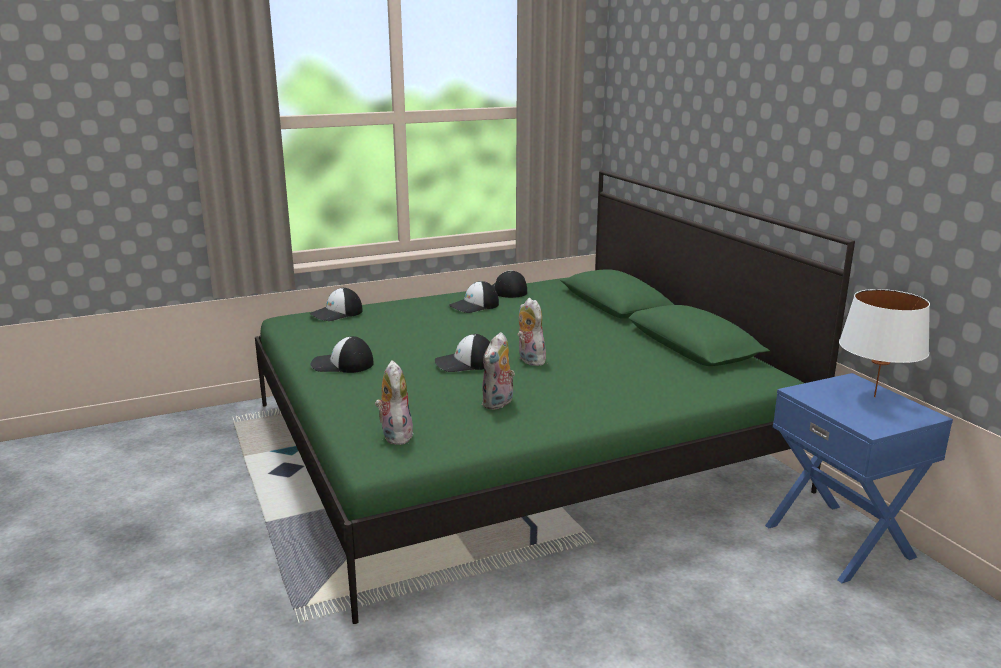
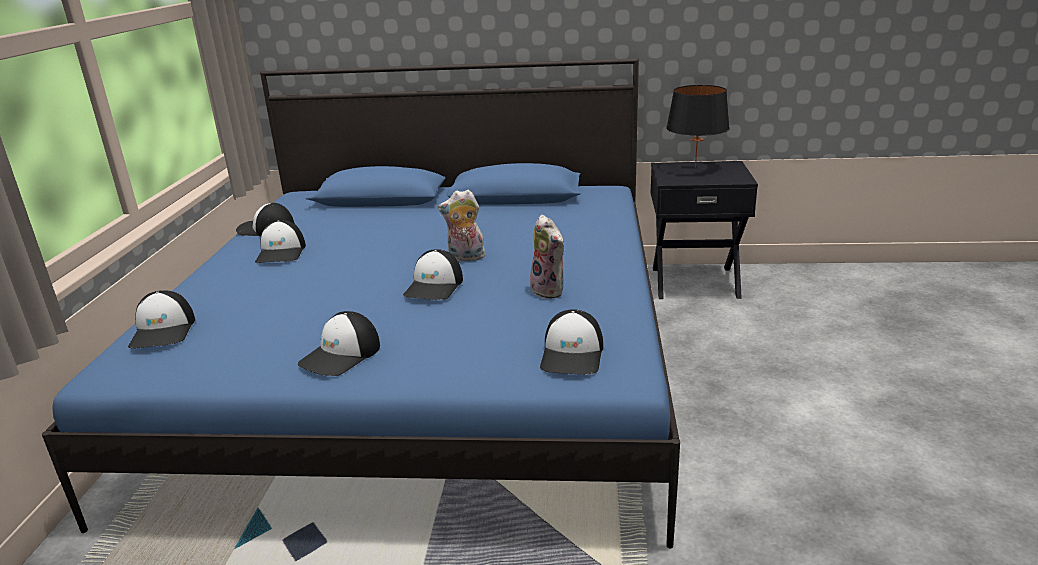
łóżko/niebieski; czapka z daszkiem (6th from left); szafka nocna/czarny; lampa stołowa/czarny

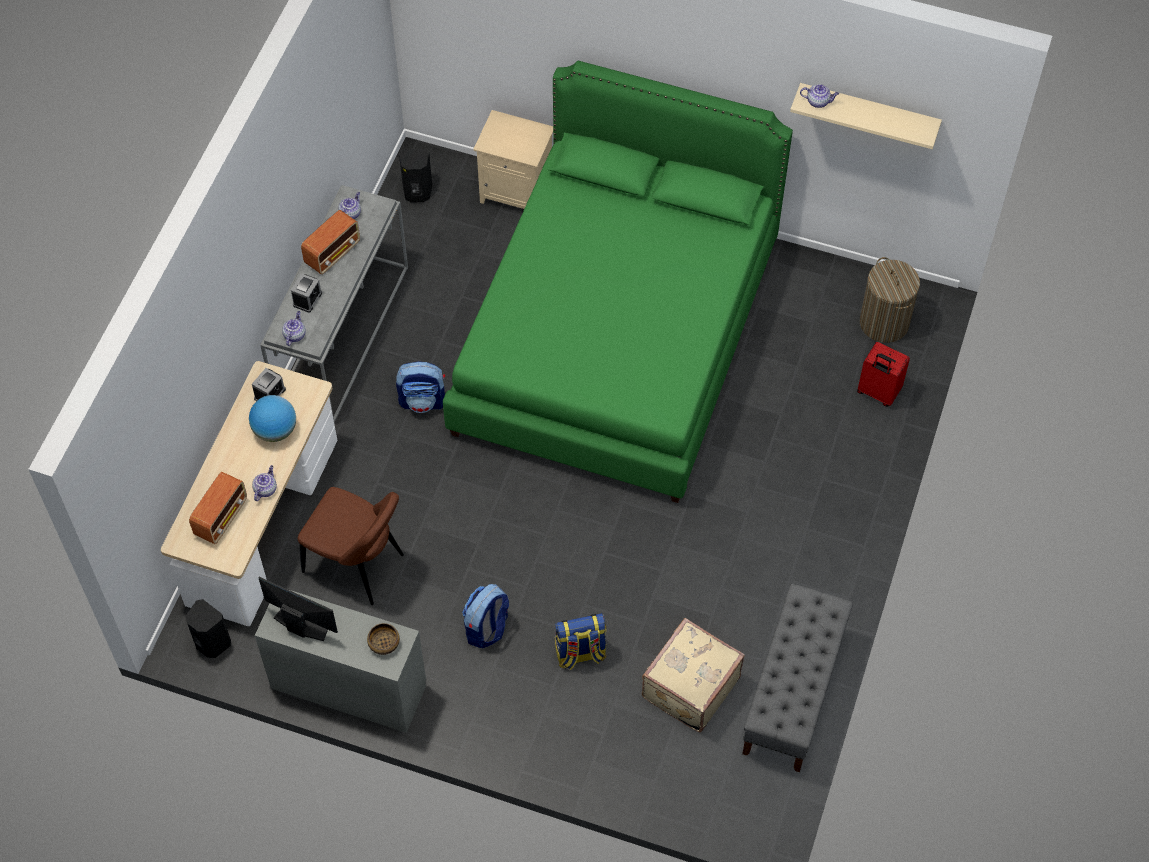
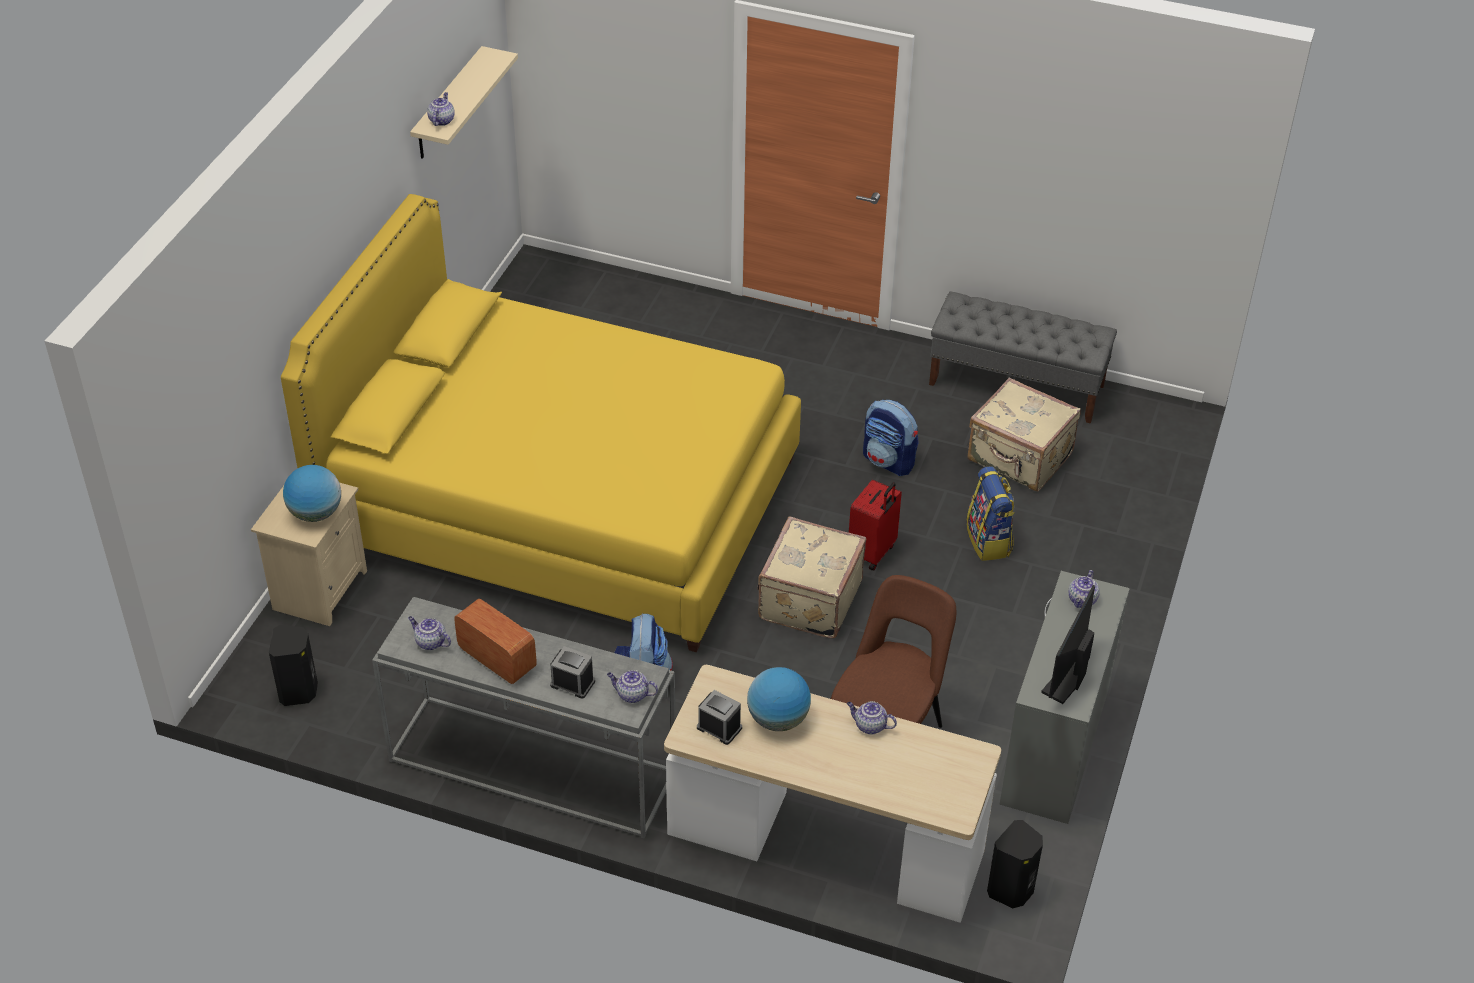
łóżko/żółty; globus (1st from left); walizka/beżowy (1st from left); walizka/czerwony; plecak (2nd from left); imbryk (5th from left); radio (1st from left in the first image); kosz na pranie

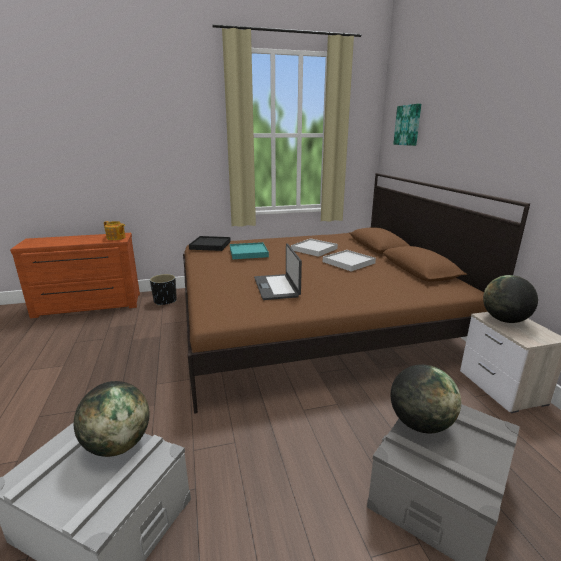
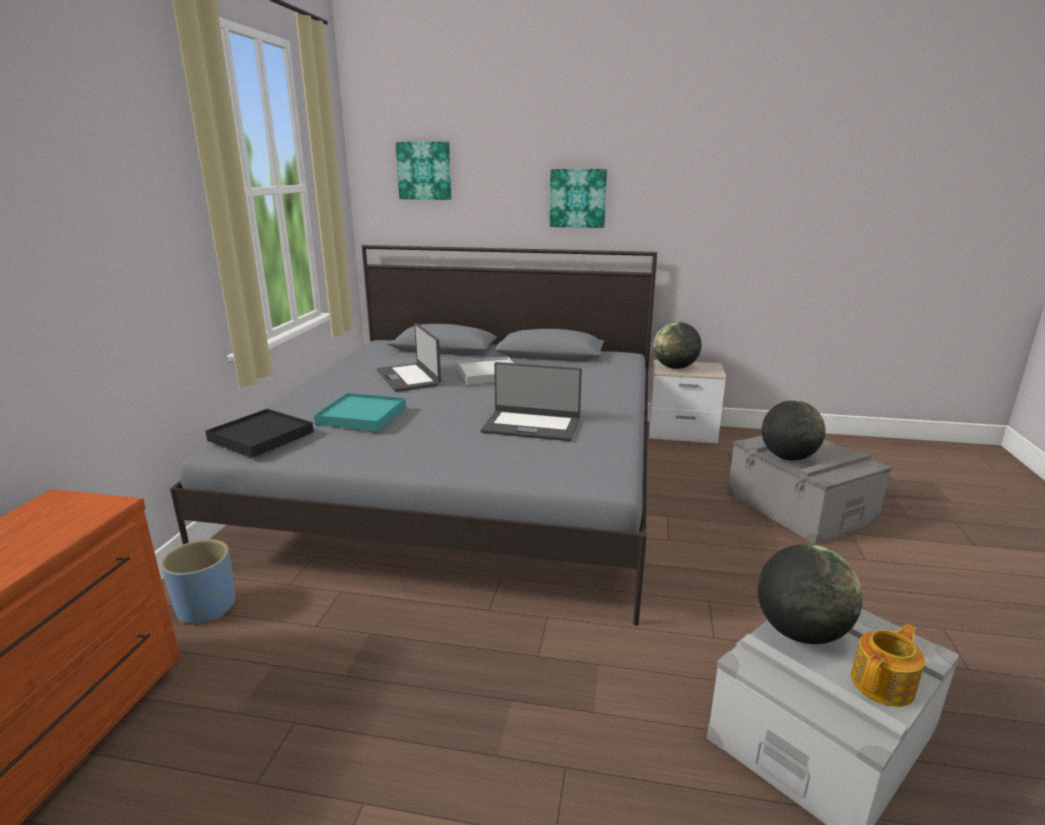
donica/niebieski; łóżko/szary; laptop (1st from left); obraz (2nd from left); imbryk

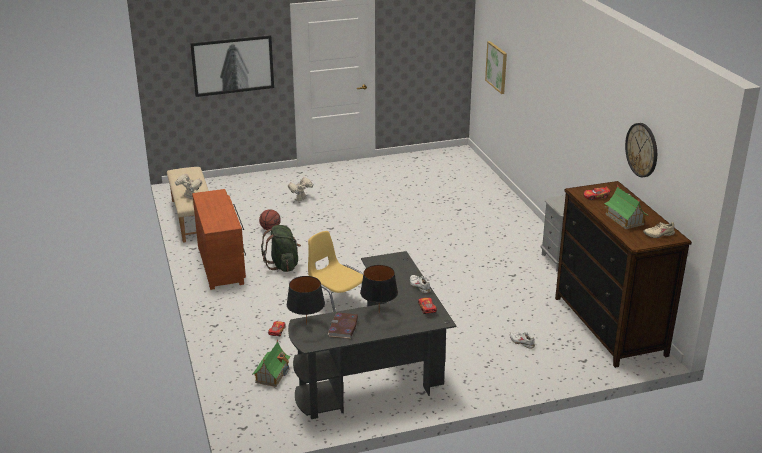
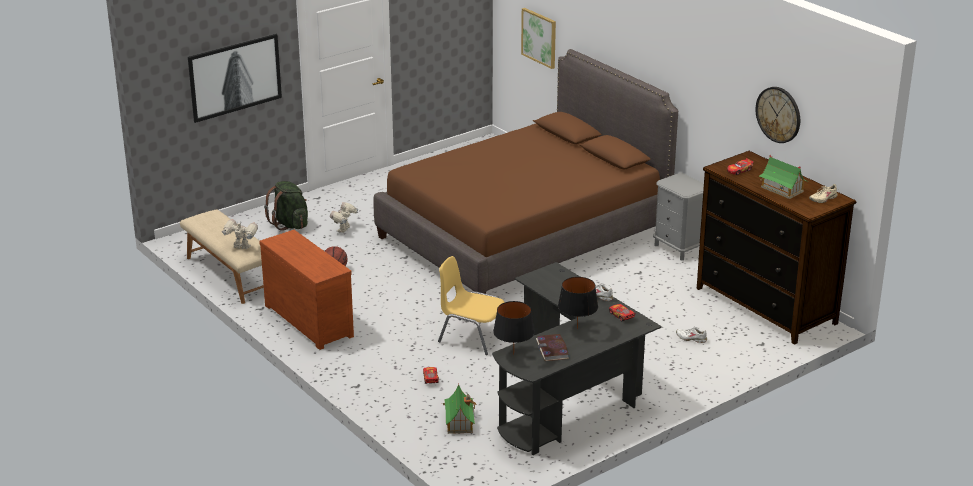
plecak/zielony; łóżko/brązowy

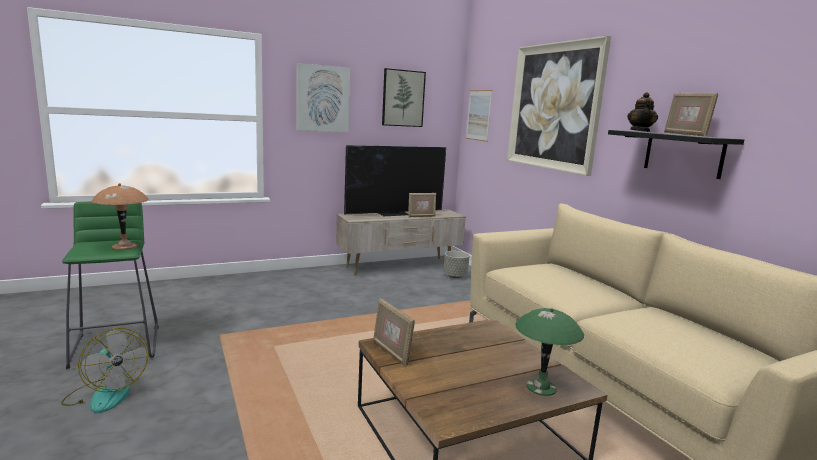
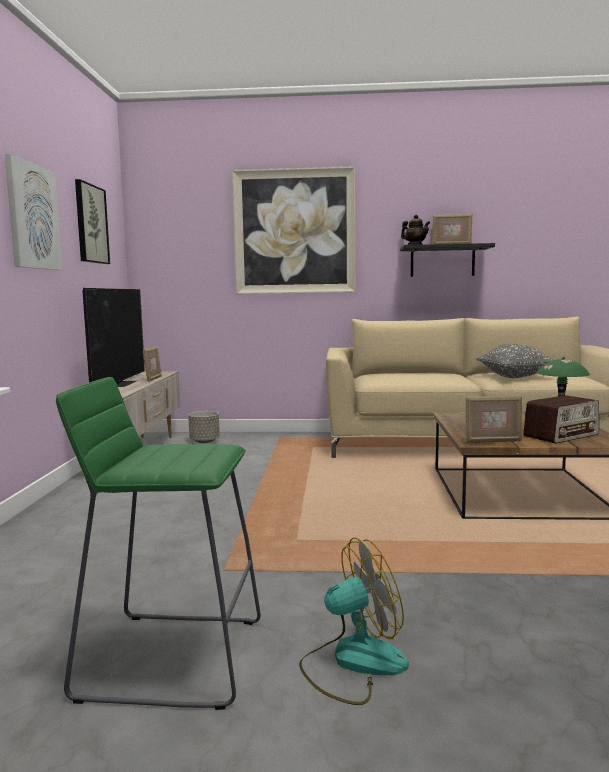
poduszka/szary; radio; lampa stołowa/brązowy; obraz (3rd from left in the first image)

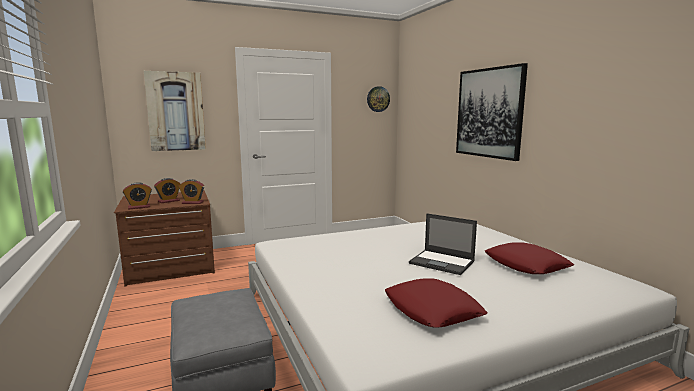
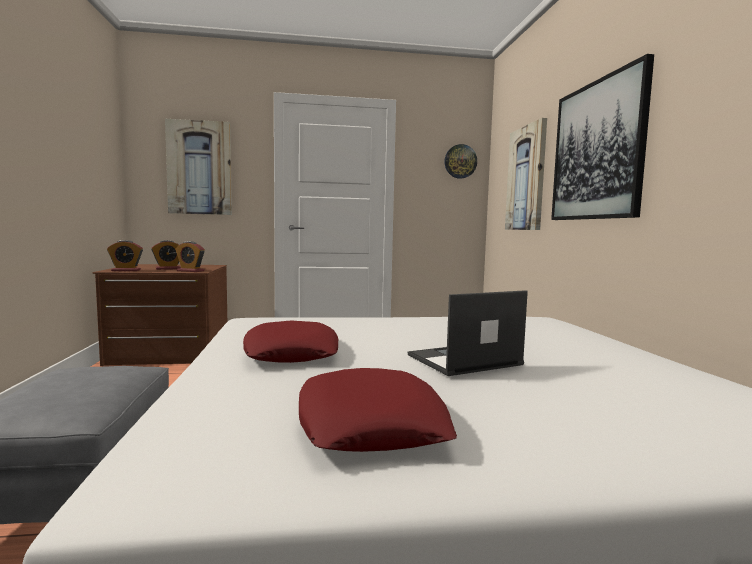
poduszka/czerwony (1st from left); laptop; obraz (2nd from left)

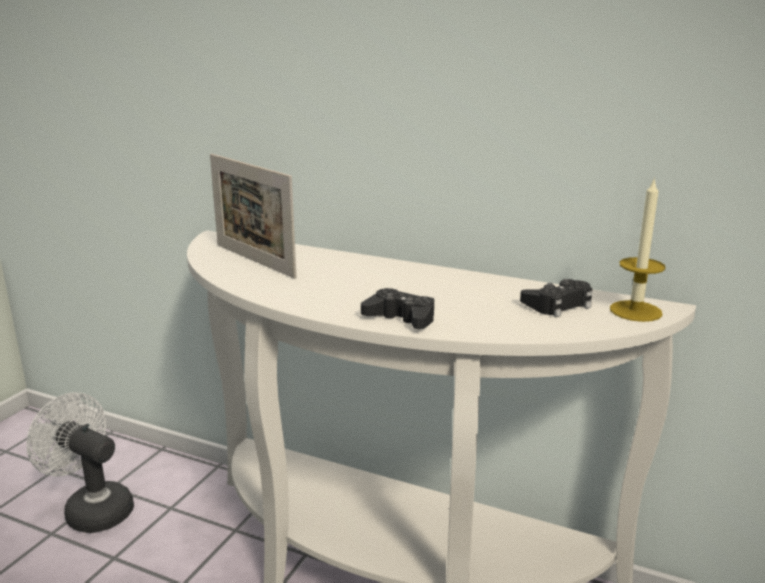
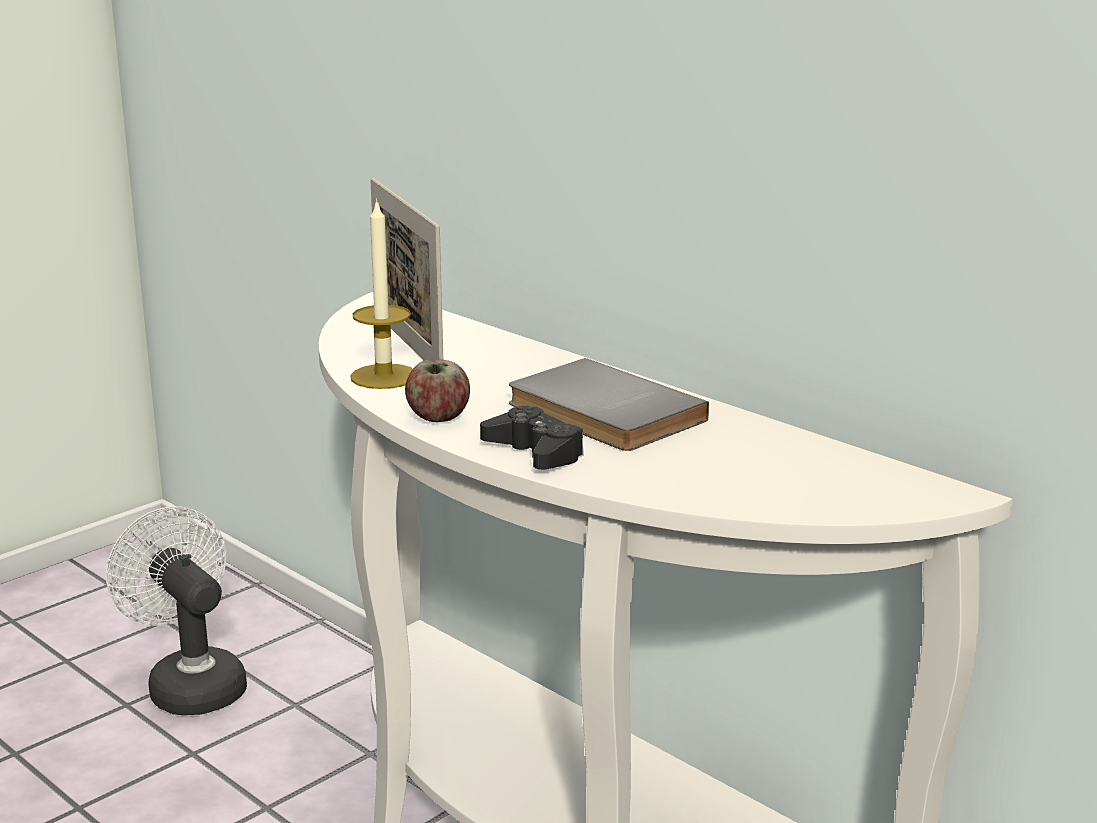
świeca; jabłko; książka/szary; pad do gier/czarny (2nd from left in the first image)

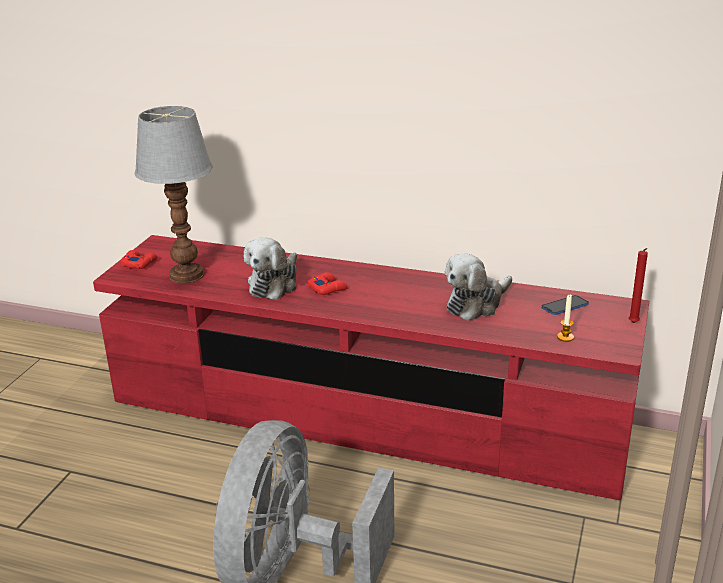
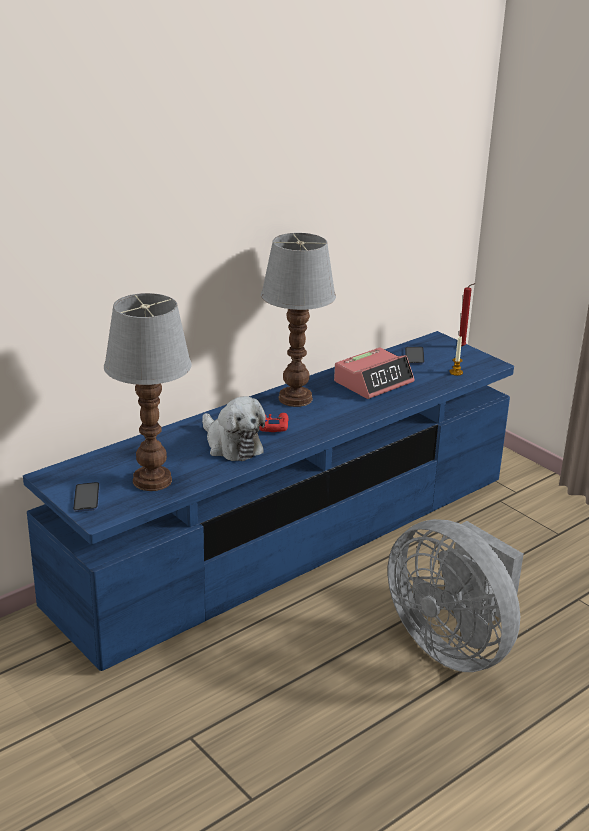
szafka pod telewizor/niebieski; telefon (1st from left); lampa stołowa (2nd from left); budzik

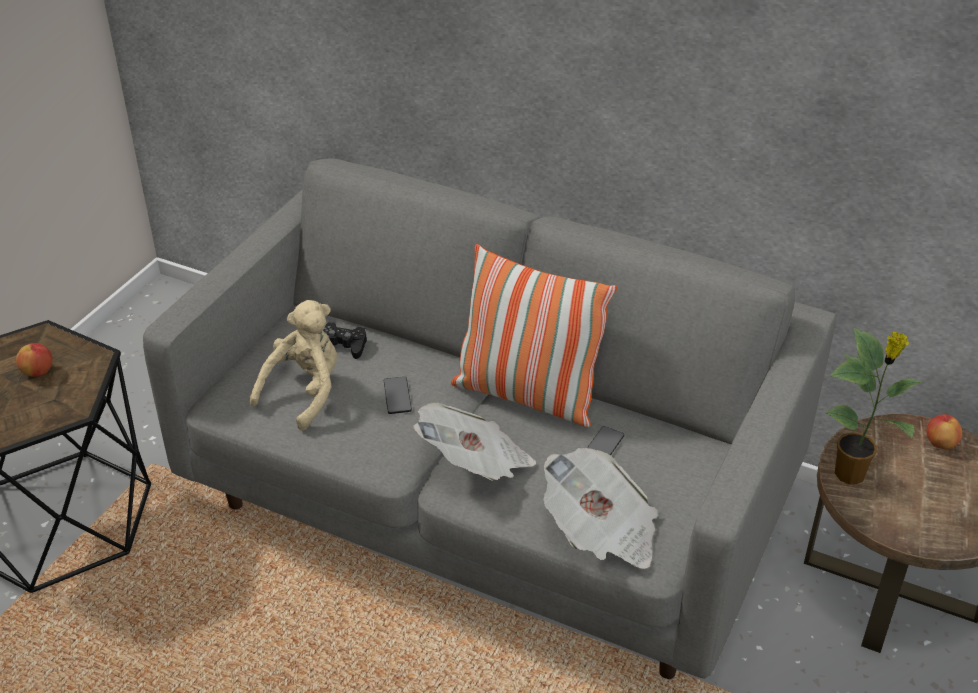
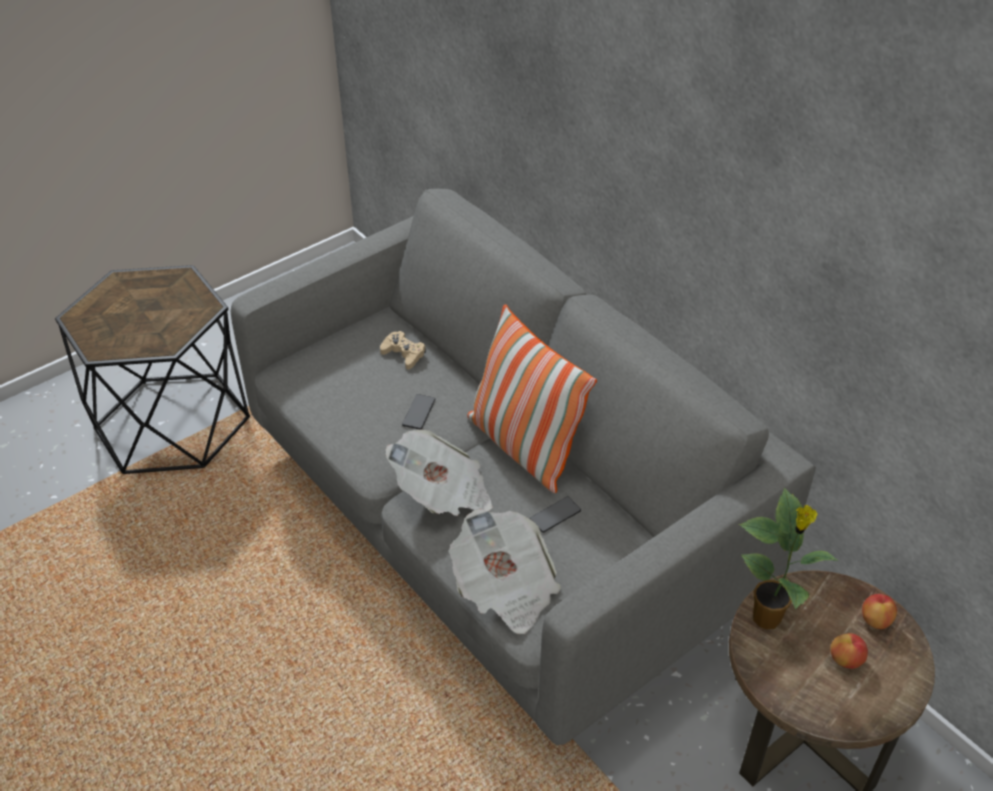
pad do gier/beżowy; jabłko (1st from left); pluszak/beżowy

